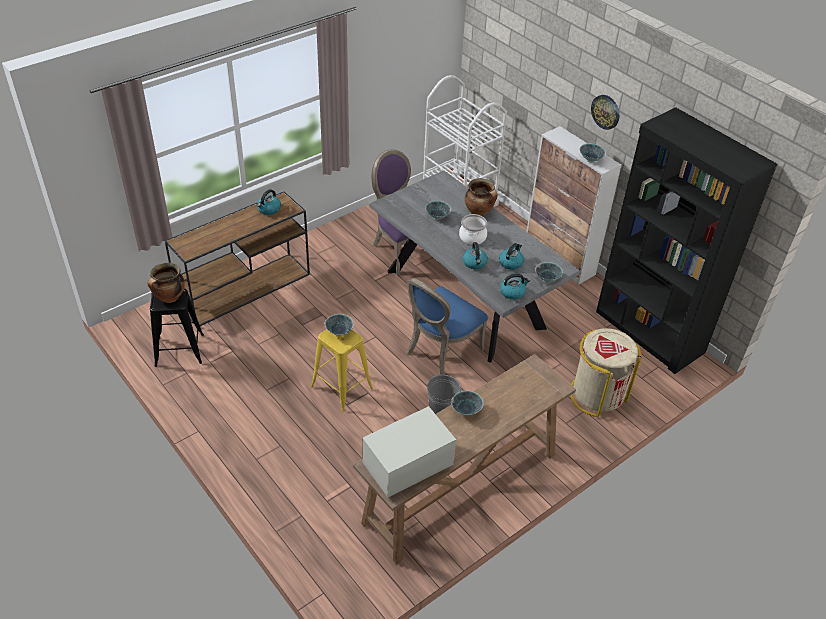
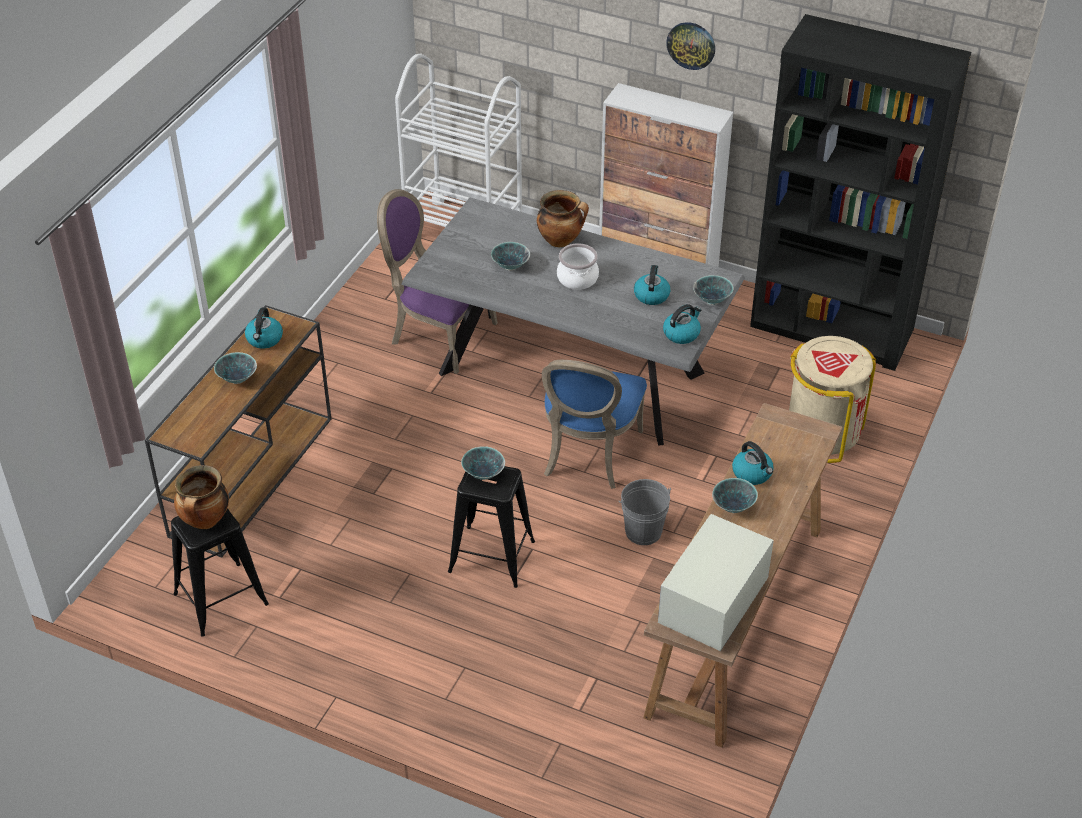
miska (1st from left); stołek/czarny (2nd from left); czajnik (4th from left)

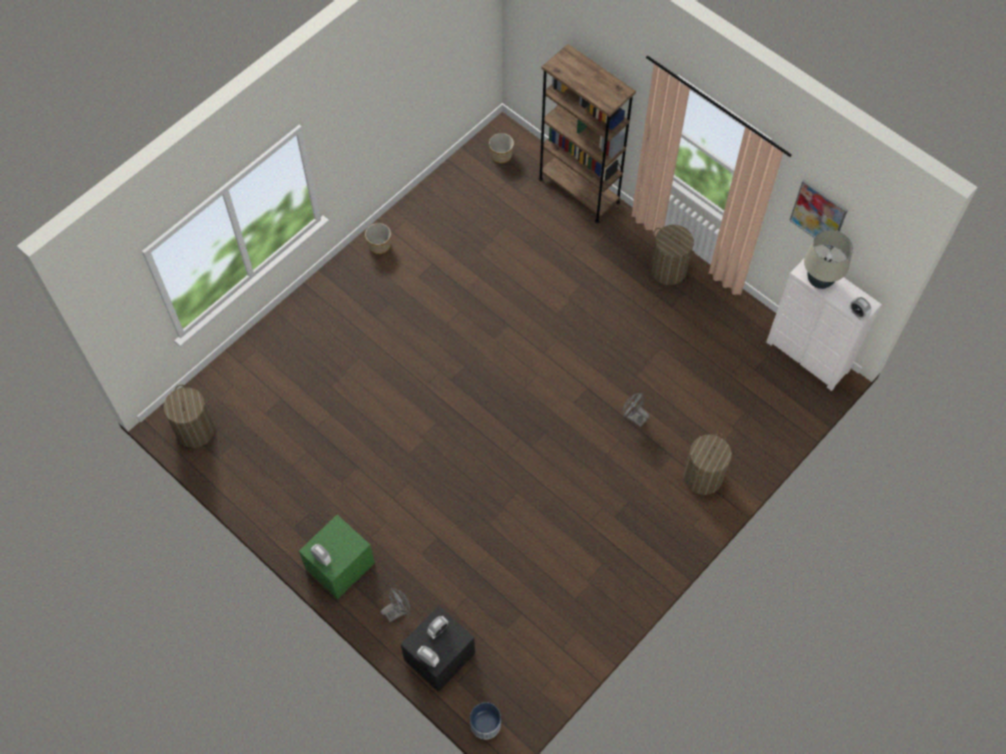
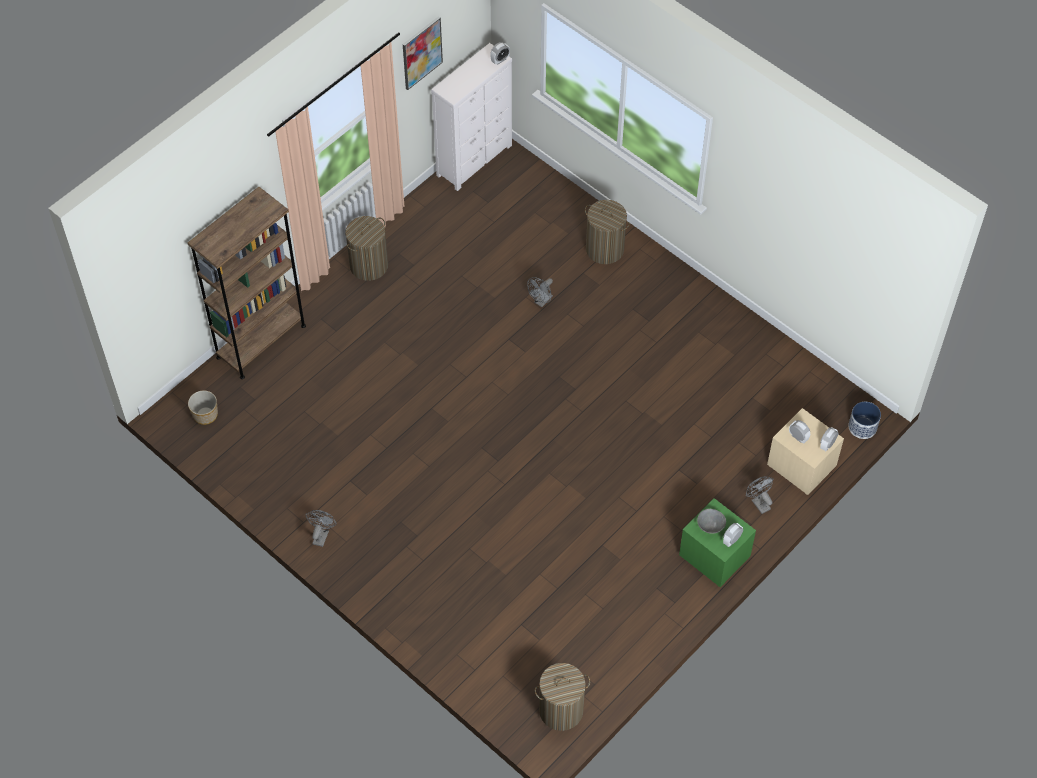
wentylator/szary (1st from left); miska/szary; szafka nocna/beżowy; lampa stołowa/beżowy

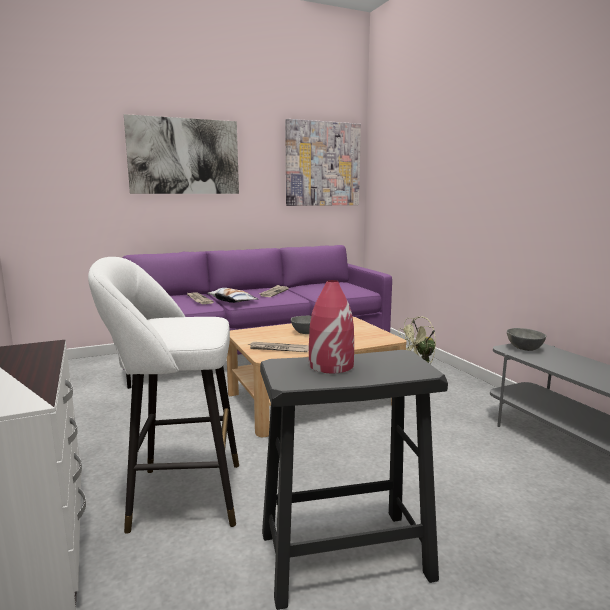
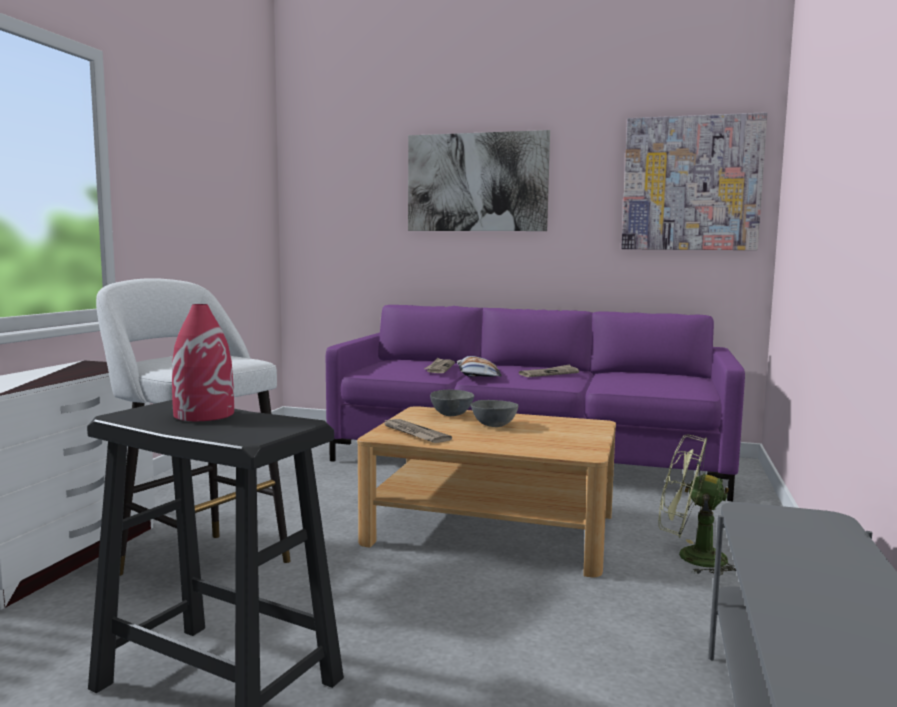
miska/szary (1st from left)

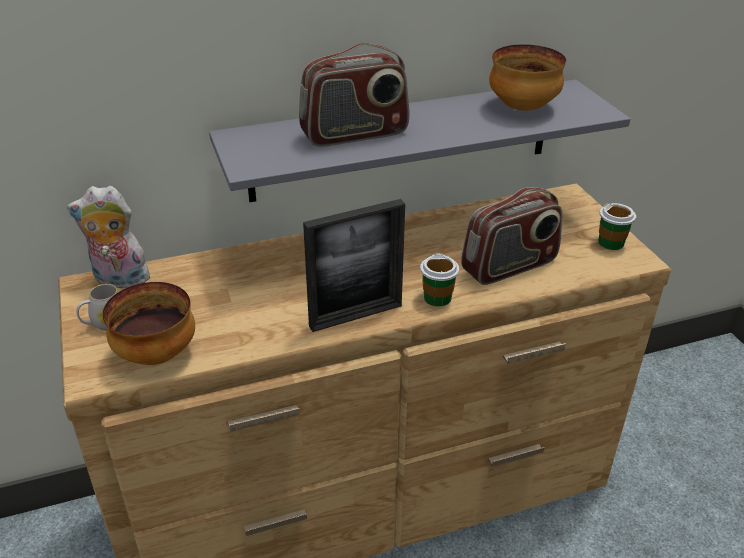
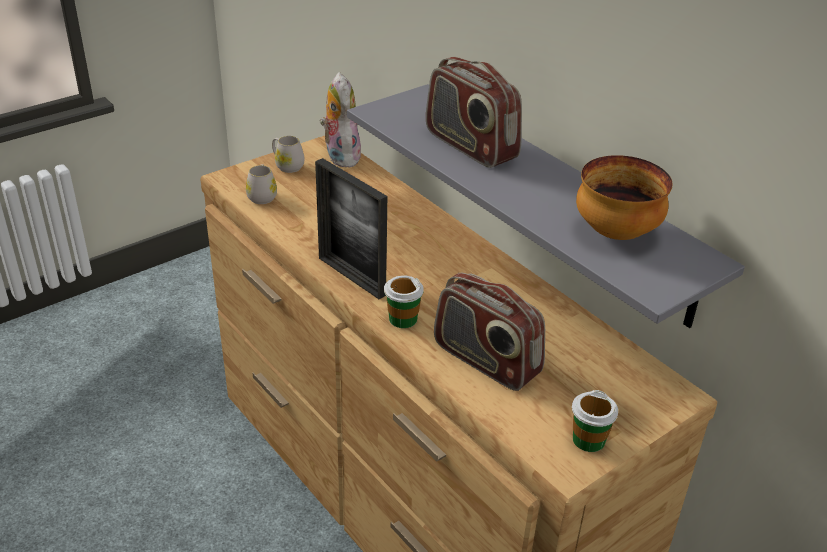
kubek/biały (1st from left)

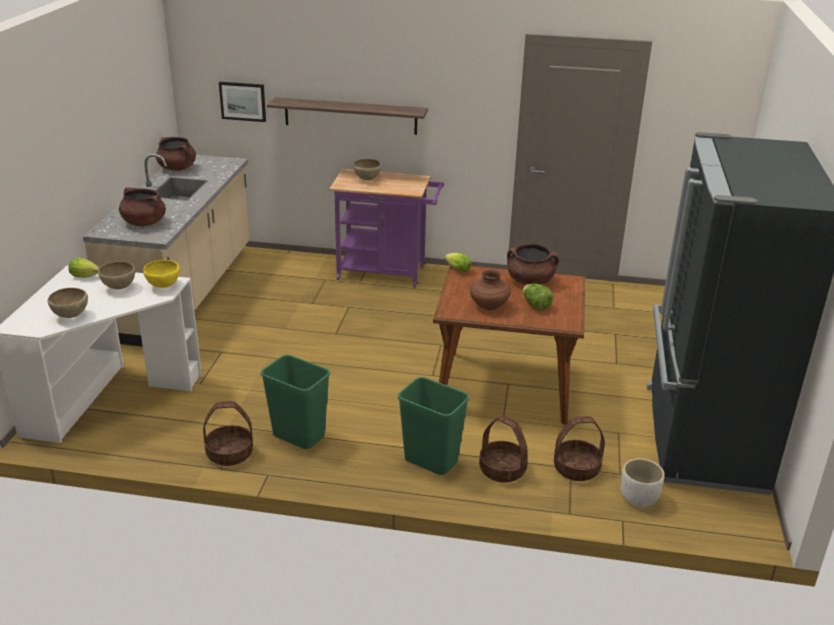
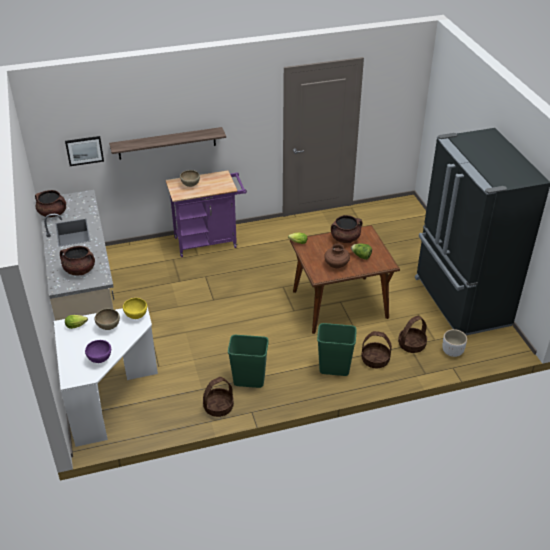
miska/fioletowy

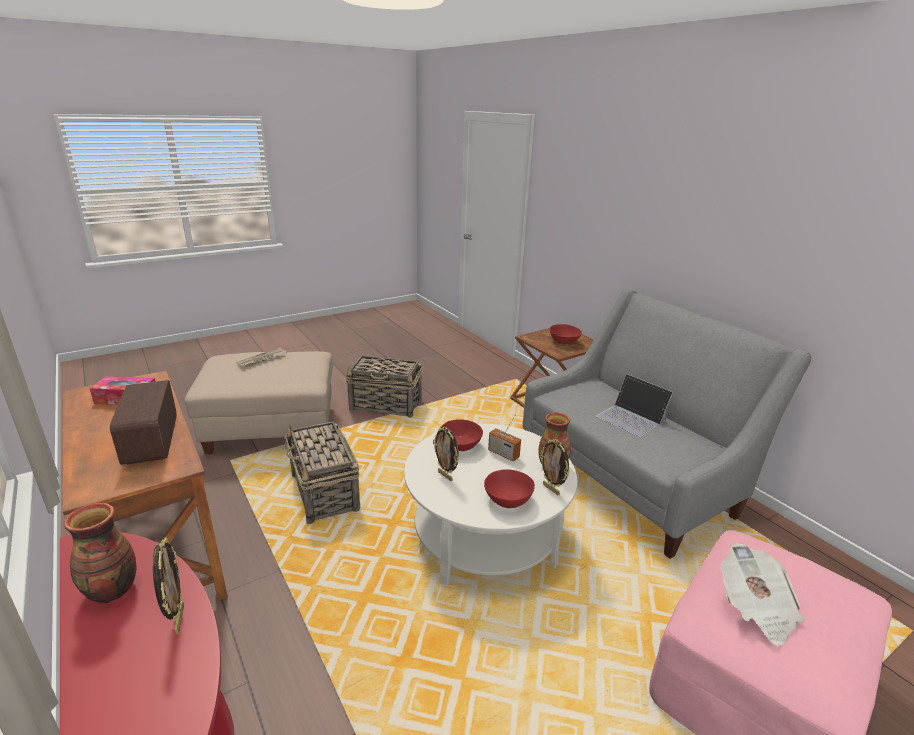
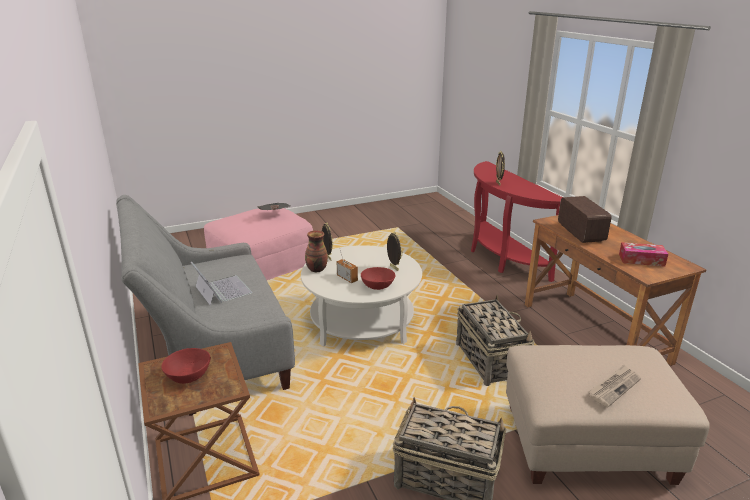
wazon (1st from left in the first image); miska/czerwony (2nd from left in the first image)

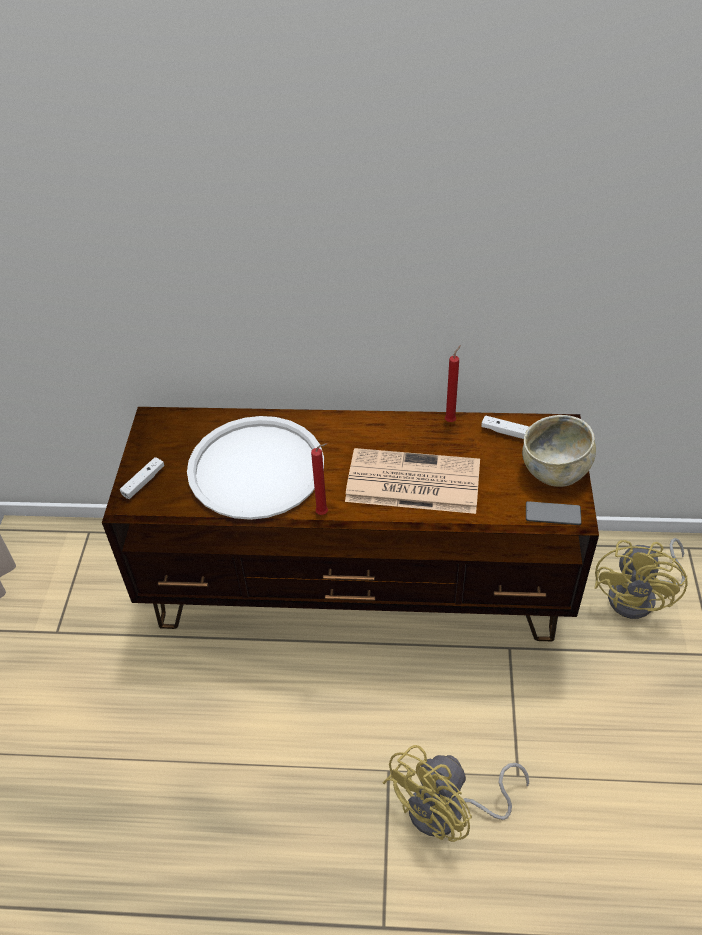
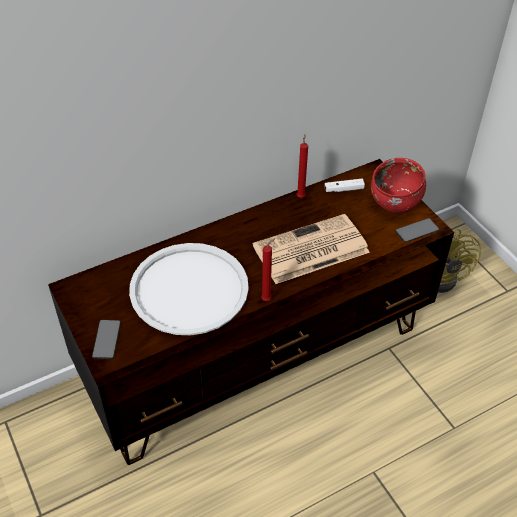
telefon (1st from left); miska/czerwony; wentylator/żółty (1st from left in the first image)

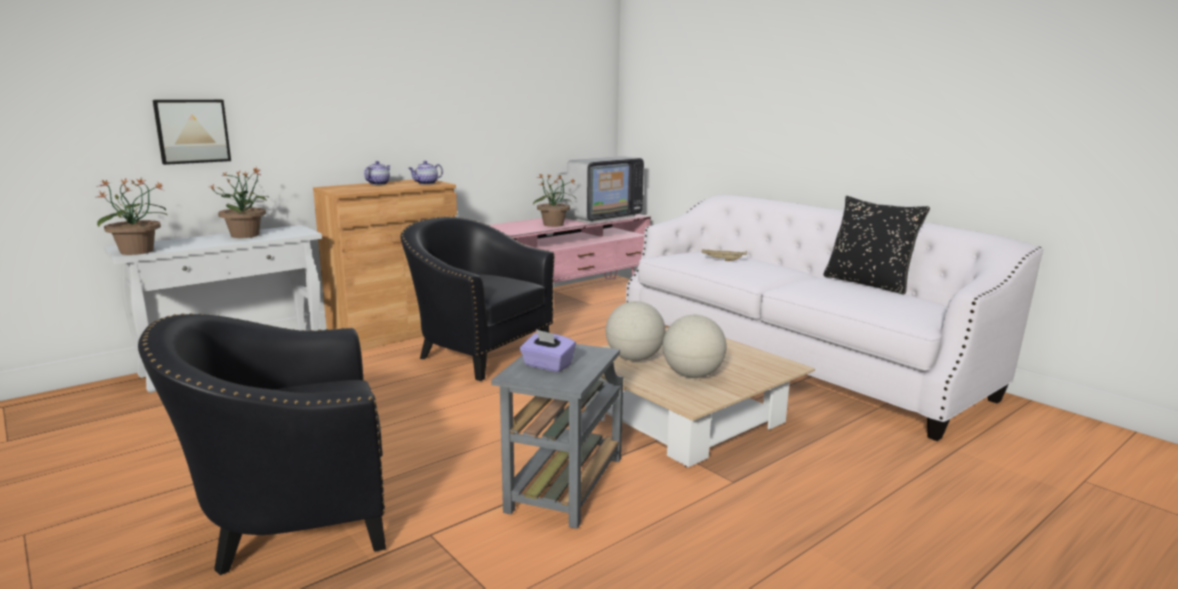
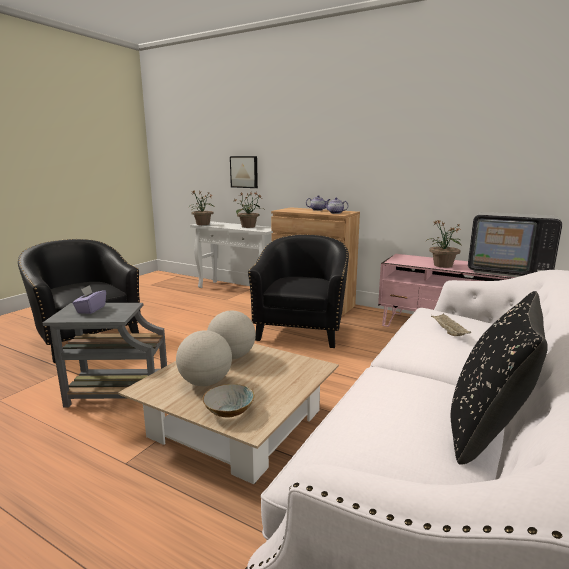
miska

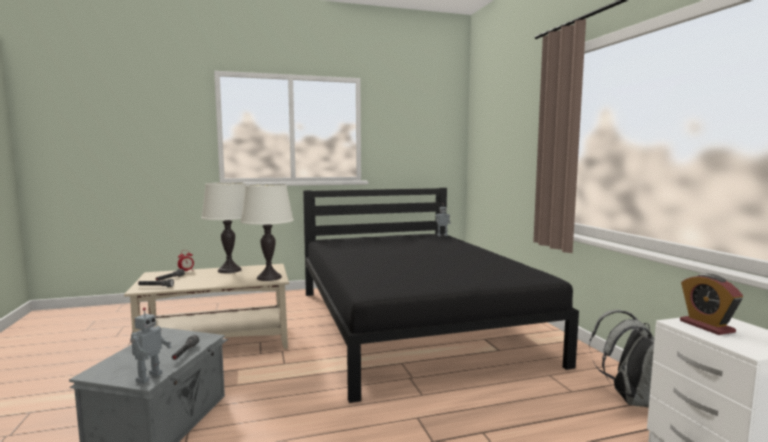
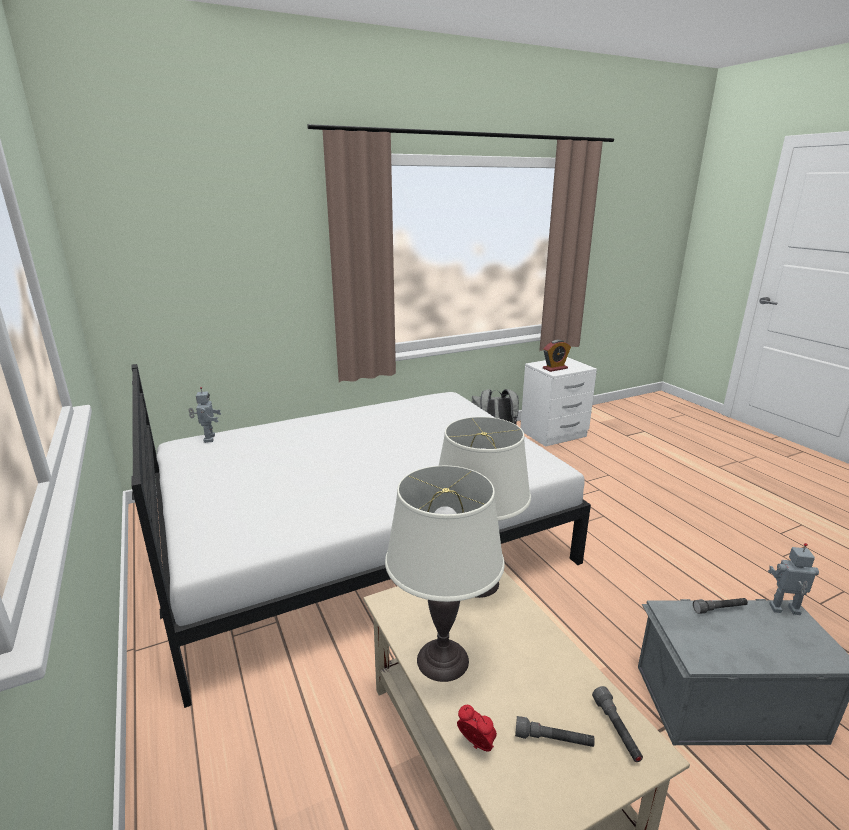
łóżko/biały

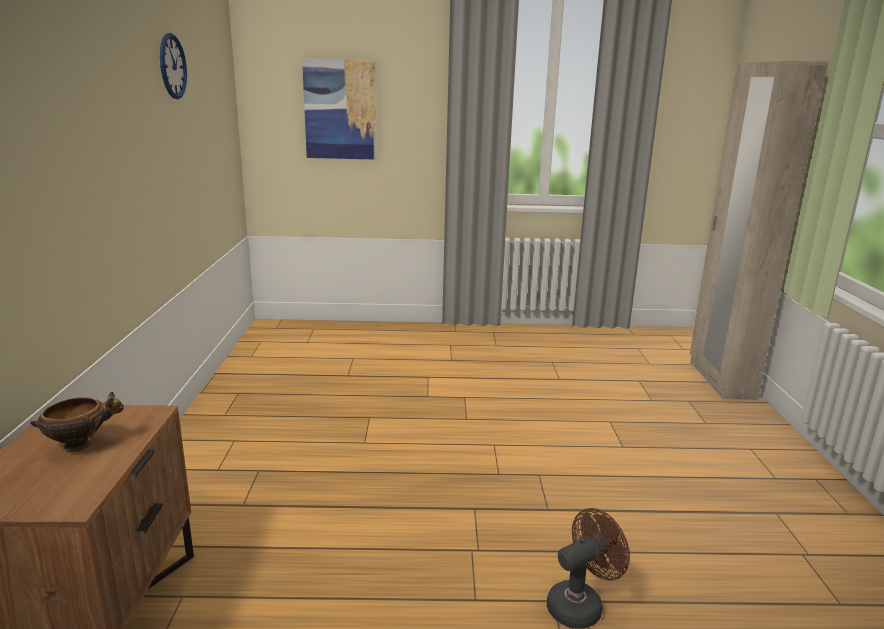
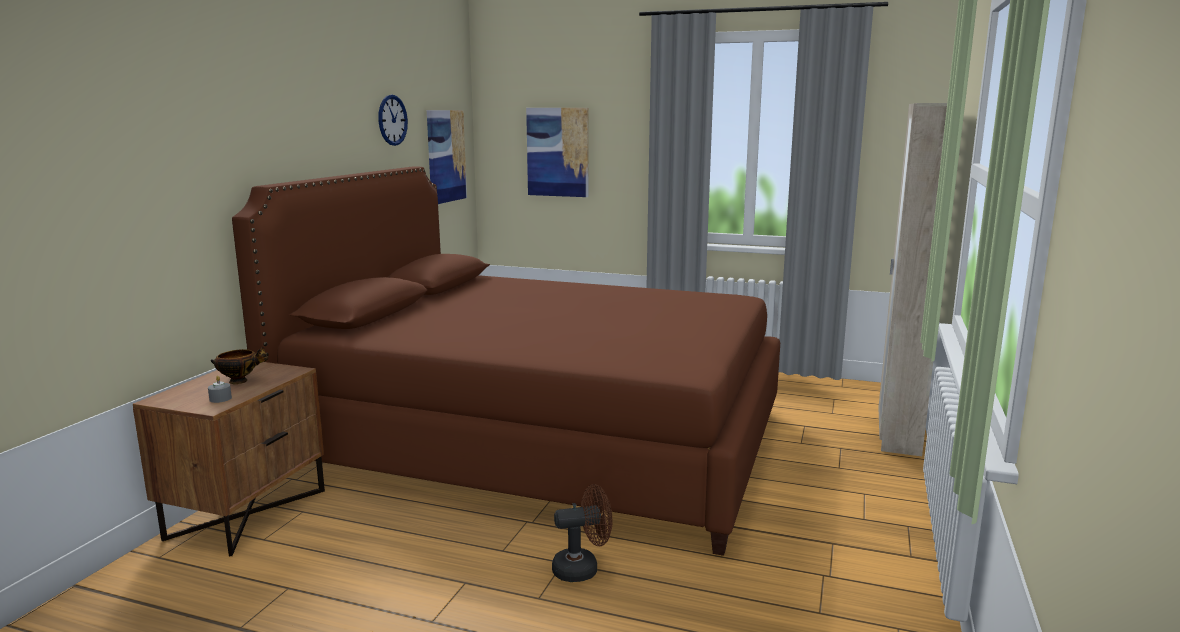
świeca/szary; łóżko/brązowy; obraz (1st from left)

